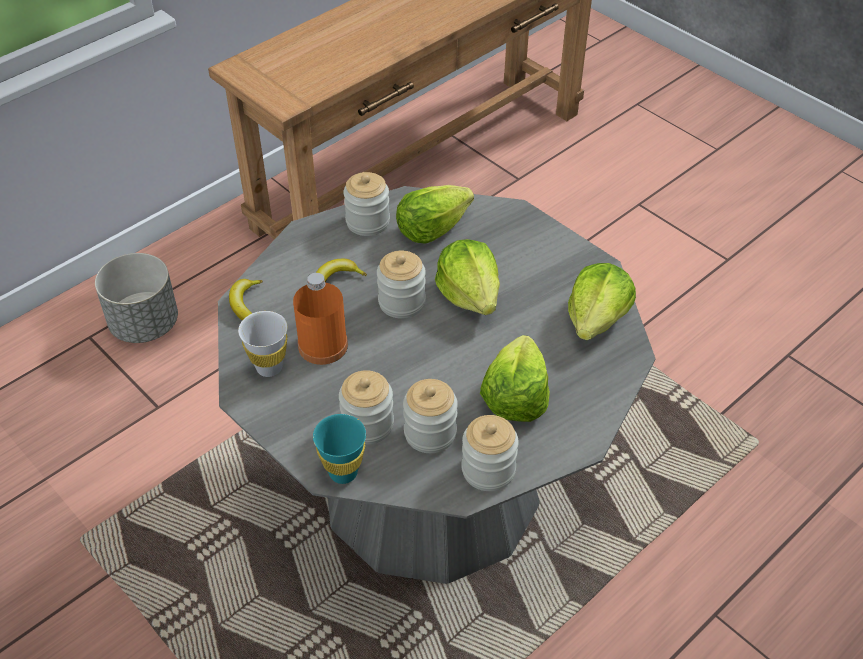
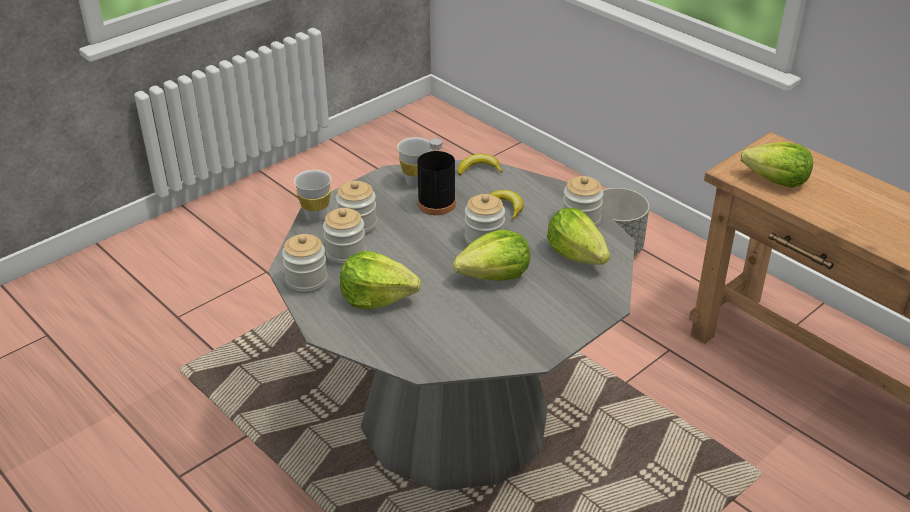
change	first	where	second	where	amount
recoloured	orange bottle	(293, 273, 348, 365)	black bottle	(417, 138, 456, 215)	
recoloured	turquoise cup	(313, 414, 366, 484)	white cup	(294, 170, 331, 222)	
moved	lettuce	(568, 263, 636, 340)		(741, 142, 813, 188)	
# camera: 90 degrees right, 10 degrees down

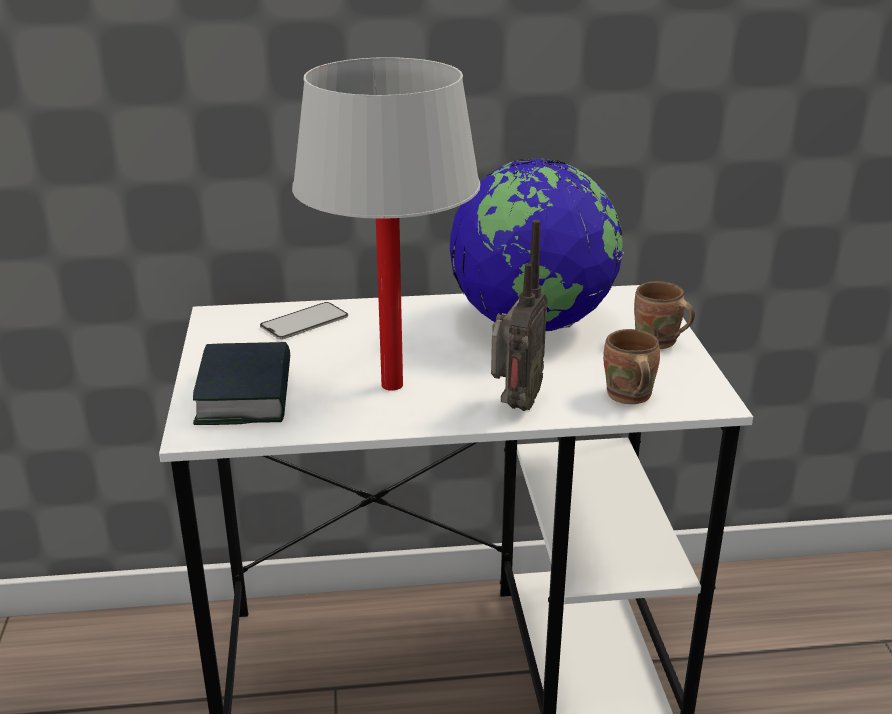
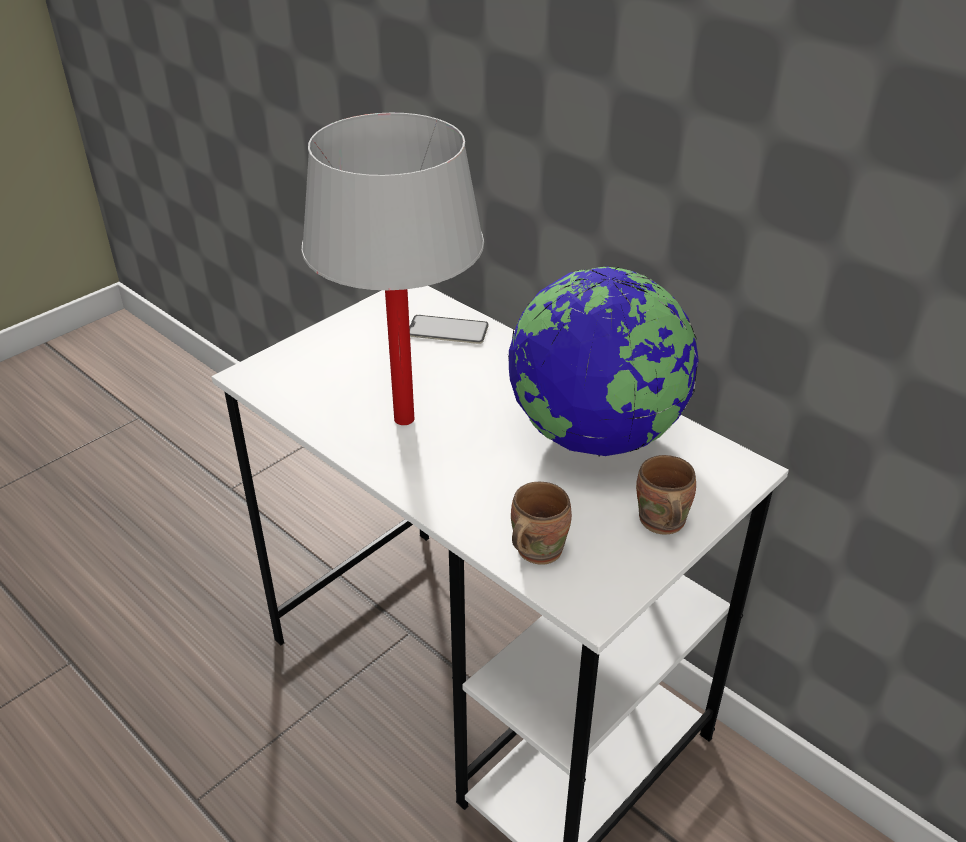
change	first	where	second	where	amount
removed	book	(193, 342, 290, 425)			
removed	radio	(491, 220, 548, 411)			
# camera: 50 degrees right, 10 degrees up

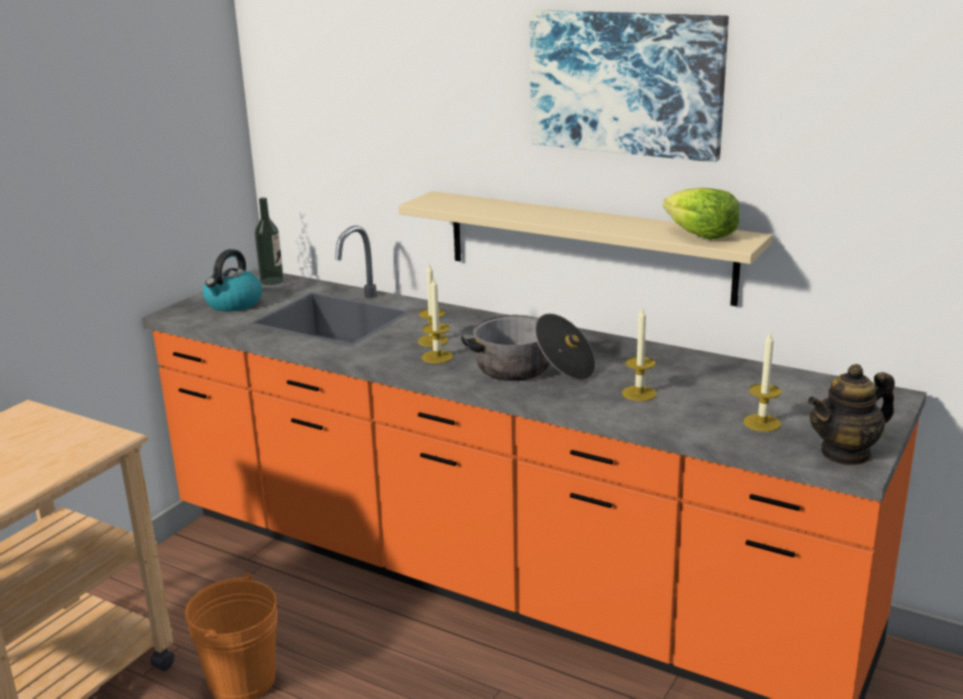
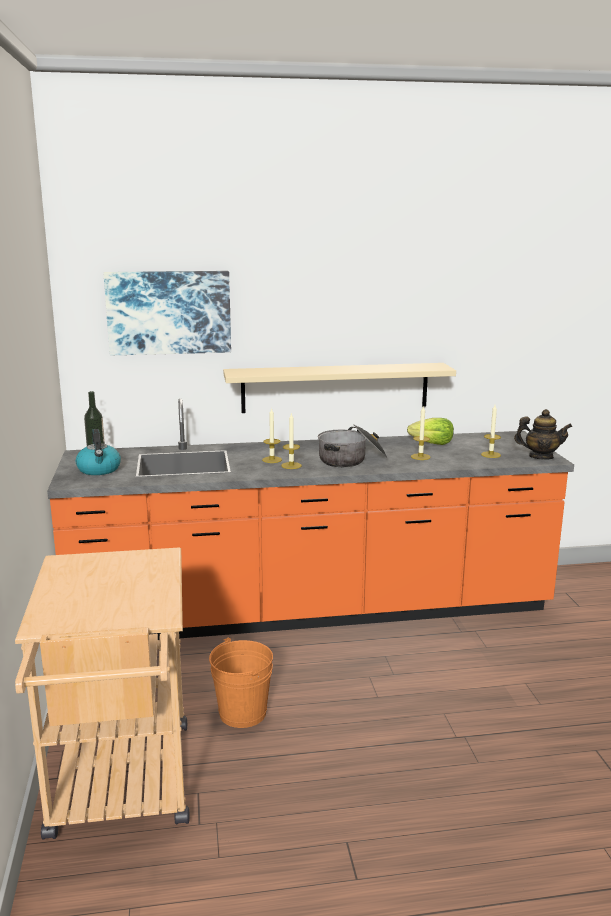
change	first	where	second	where	amount
moved	picture	(530, 10, 729, 162)		(104, 271, 231, 355)	
moved	lettuce	(663, 188, 739, 240)		(407, 418, 454, 445)	
turned	teapot	(808, 364, 895, 465)		(514, 409, 572, 460)	105 degrees counterclockwise
# camera: 40 degrees left, 5 degrees down

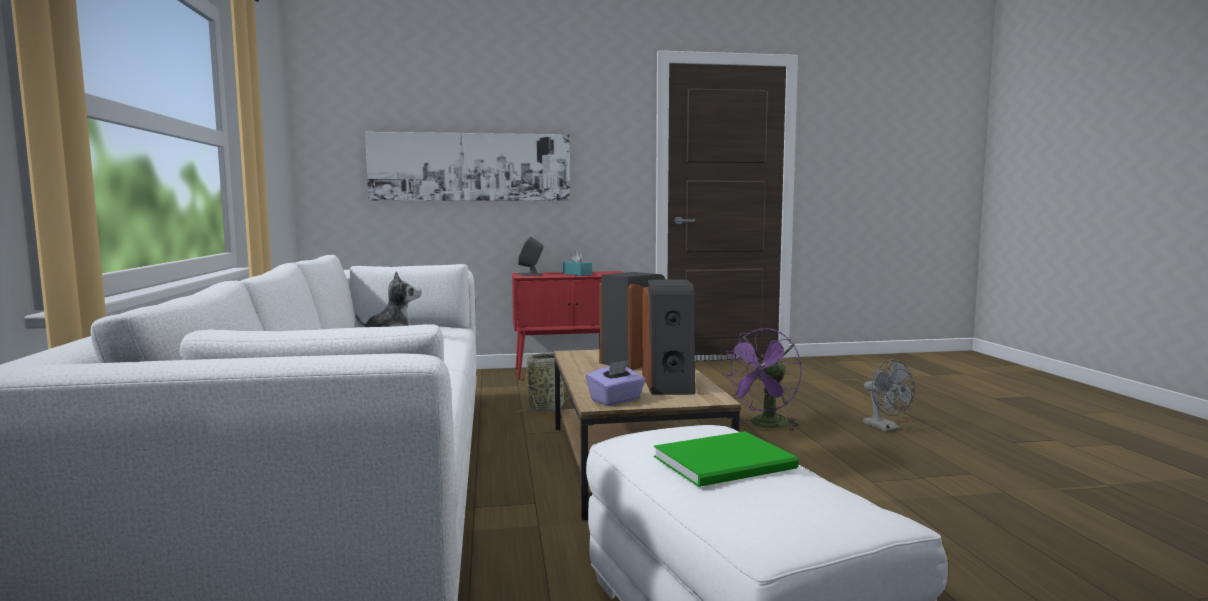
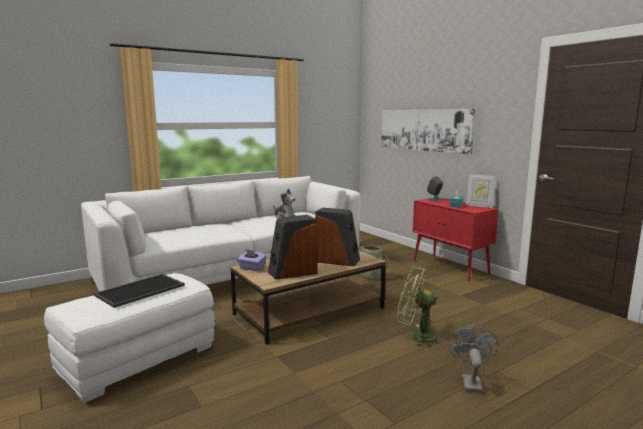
change	first	where	second	where	amount
replaced	green book	(654, 431, 799, 487)	tray	(94, 274, 185, 308)	
recoloured	purple fan	(723, 328, 802, 431)	green fan	(397, 267, 445, 347)	
turned	grey fan	(863, 360, 915, 432)		(449, 325, 498, 393)	150 degrees clockwise
added			picture frame	(466, 174, 496, 208)	
# camera: 65 degrees right, 5 degrees up

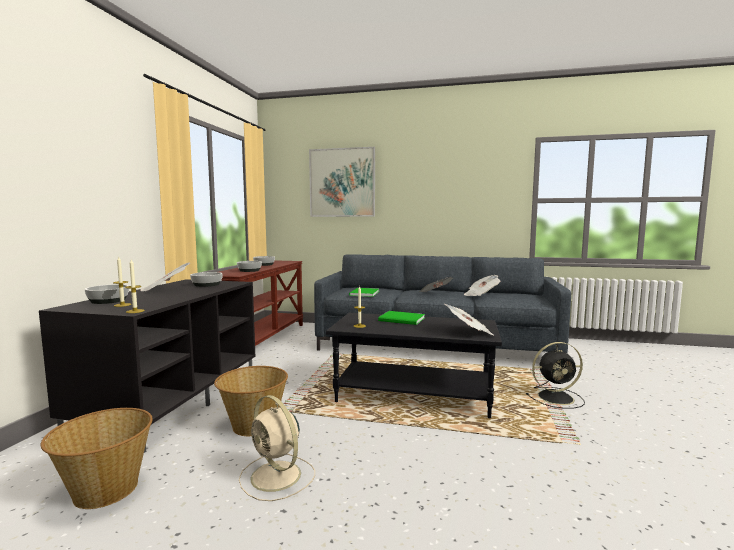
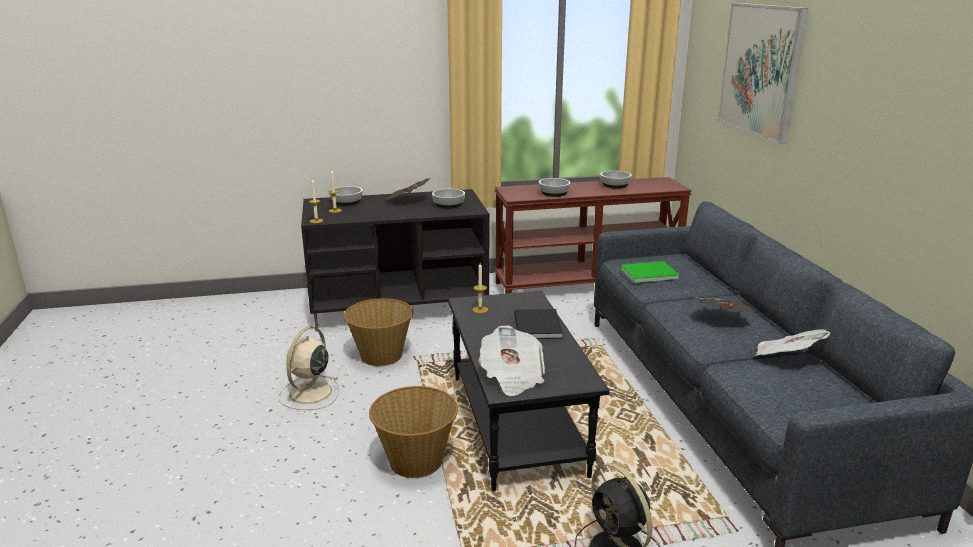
change	first	where	second	where	amount
moved	basket	(41, 408, 153, 509)		(369, 386, 458, 478)	
recoloured	green book	(378, 311, 425, 325)	black book	(514, 309, 563, 339)	
# camera: 65 degrees right, 15 degrees up

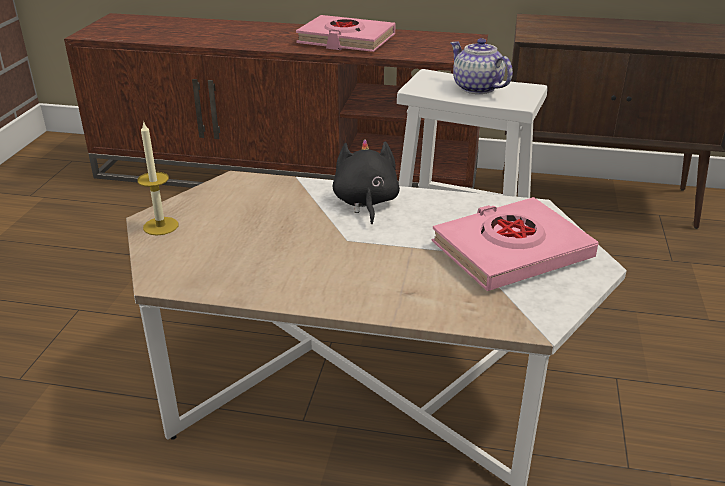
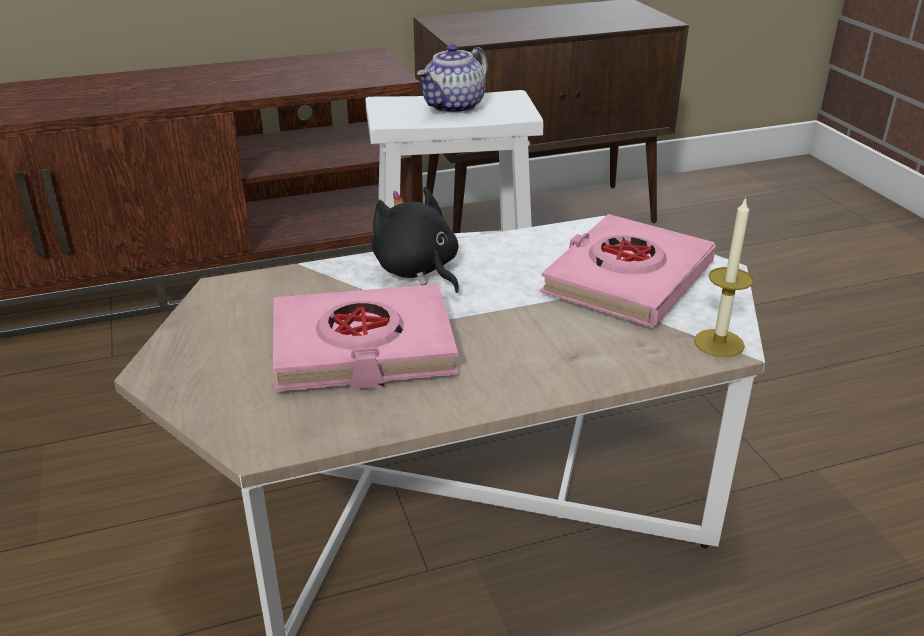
change	first	where	second	where	amount
moved	candle	(137, 121, 178, 235)		(694, 197, 754, 357)	
moved	pink book	(296, 15, 396, 52)		(273, 284, 458, 392)	
turned	teapot	(450, 38, 513, 94)		(417, 44, 488, 114)	75 degrees counterclockwise
# camera: 30 degrees left, 0 degrees up

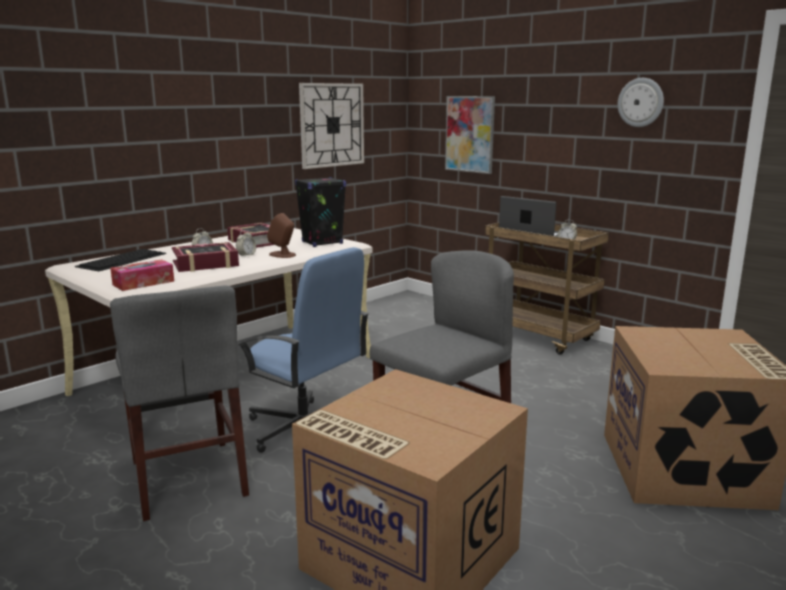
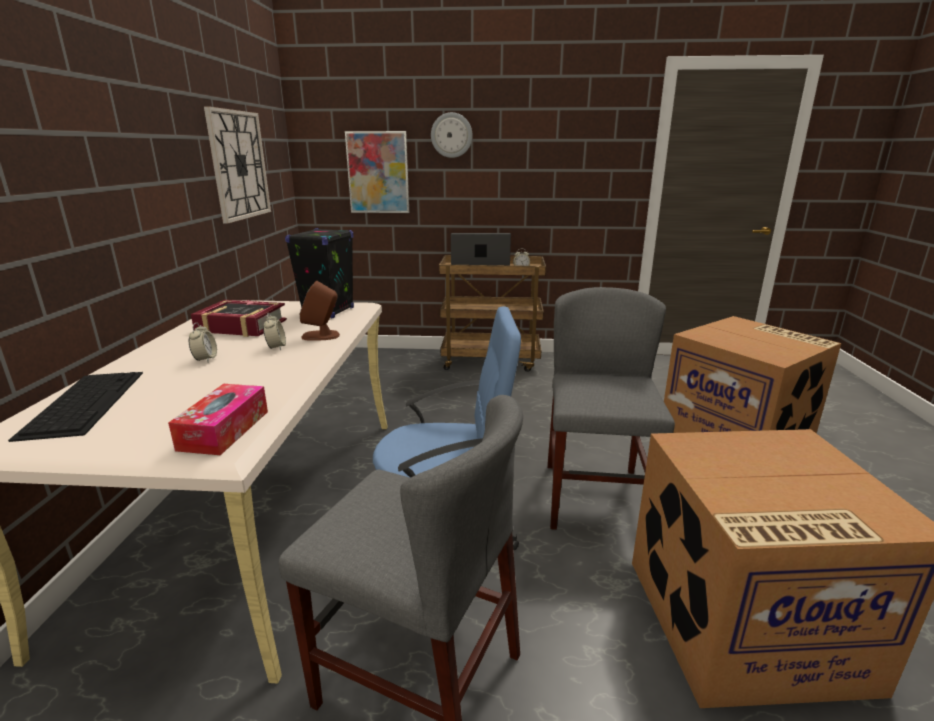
change	first	where	second	where	amount
removed	book	(172, 242, 239, 272)			
moved	wall clock	(618, 78, 664, 127)		(431, 112, 473, 158)	
# camera: 40 degrees left, 5 degrees up

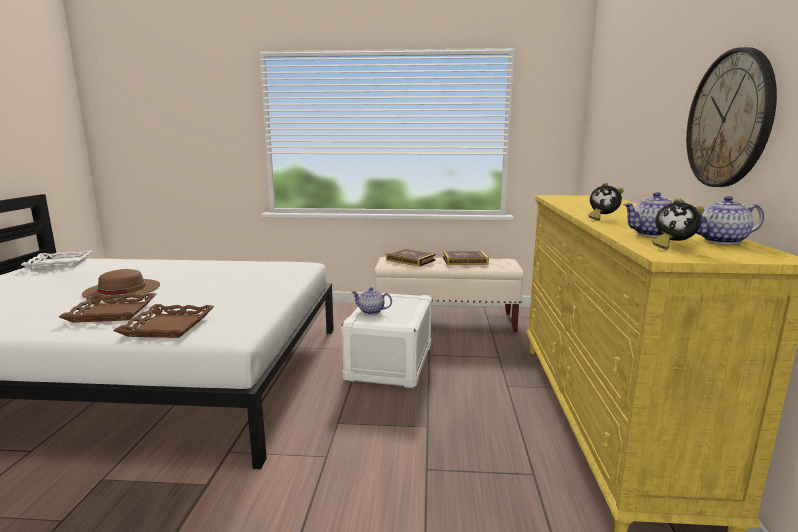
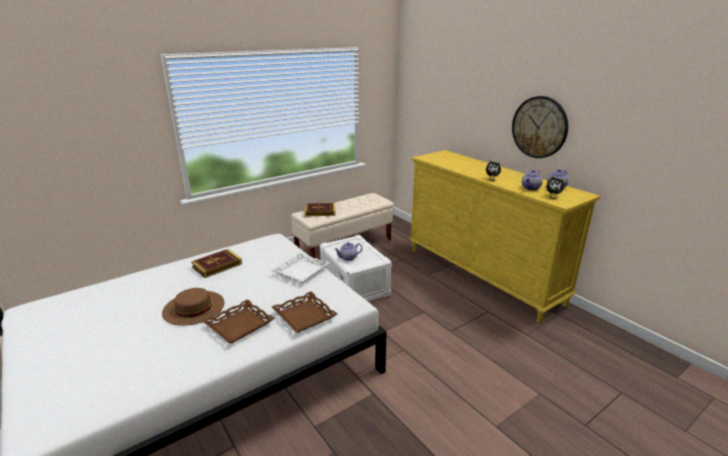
change	first	where	second	where	amount
moved	white tray	(21, 250, 92, 269)		(272, 253, 329, 283)	
moved	book	(443, 251, 489, 265)		(191, 249, 242, 278)	
# camera: 40 degrees left, 10 degrees up

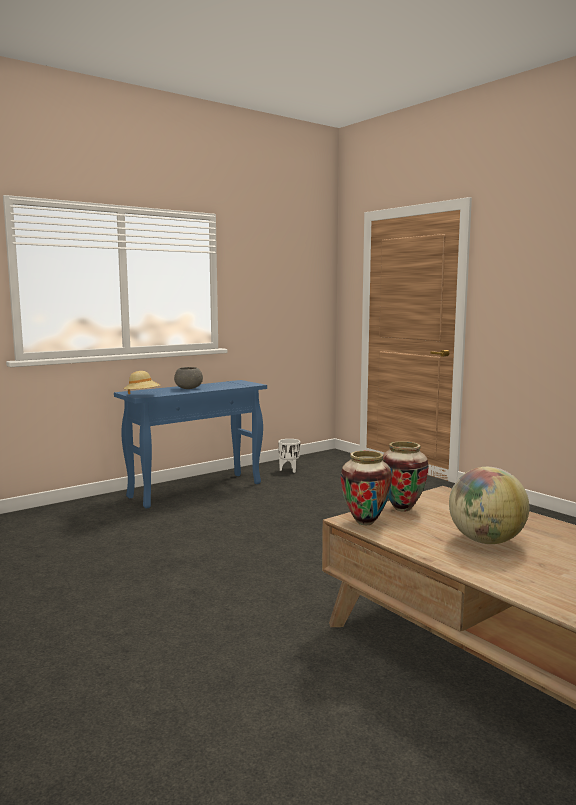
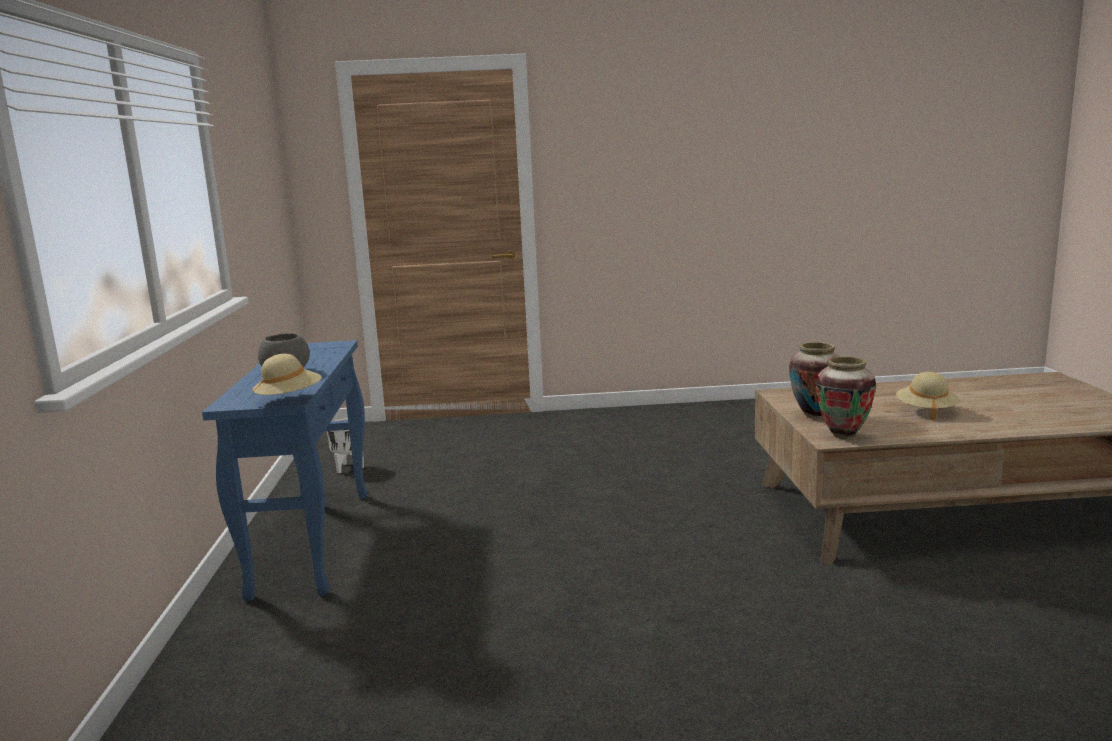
change	first	where	second	where	amount
replaced	globe	(449, 467, 529, 544)	beige hat	(896, 372, 960, 421)	
# camera: 55 degrees left, 5 degrees up

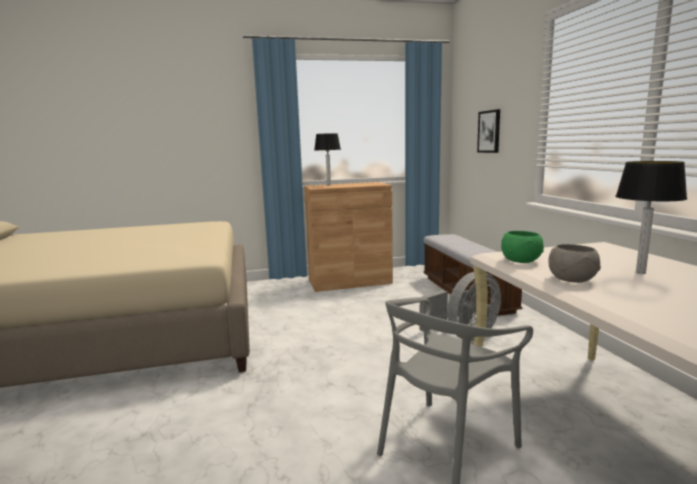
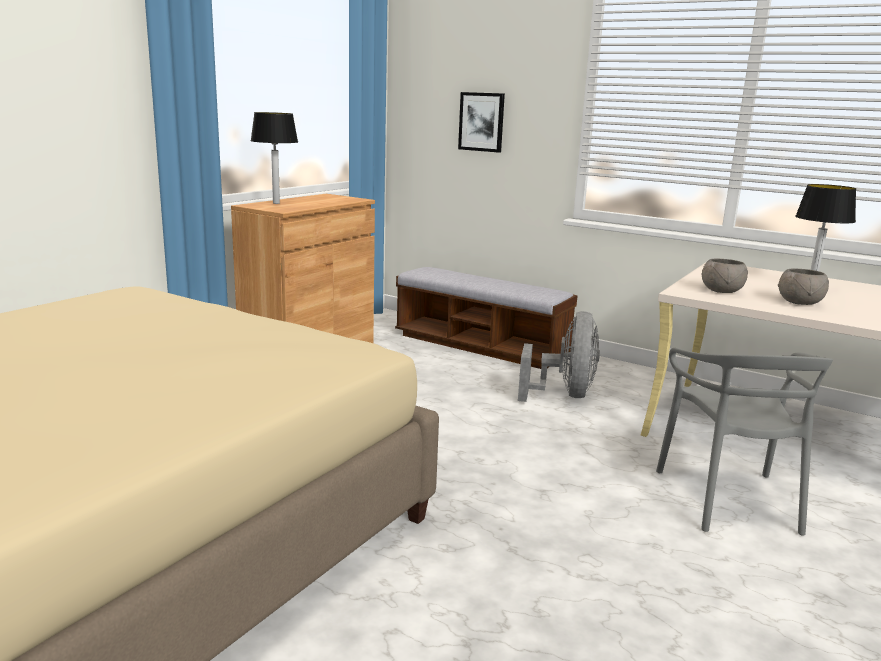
change	first	where	second	where	amount
recoloured	green bowl	(501, 231, 544, 263)	grey bowl	(701, 259, 748, 293)	
# camera: 45 degrees left, 5 degrees up

